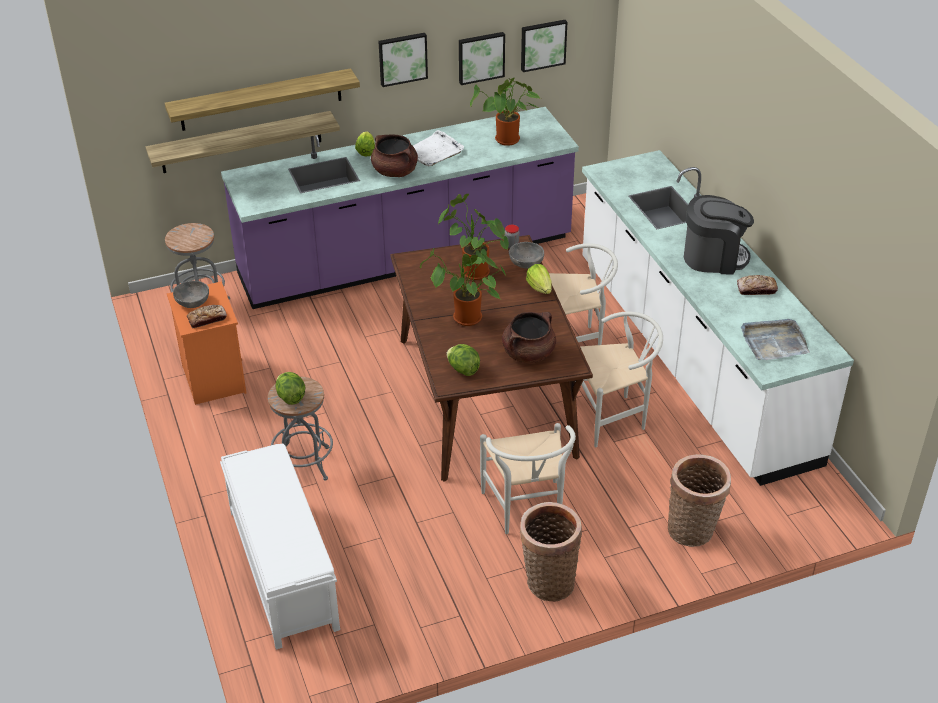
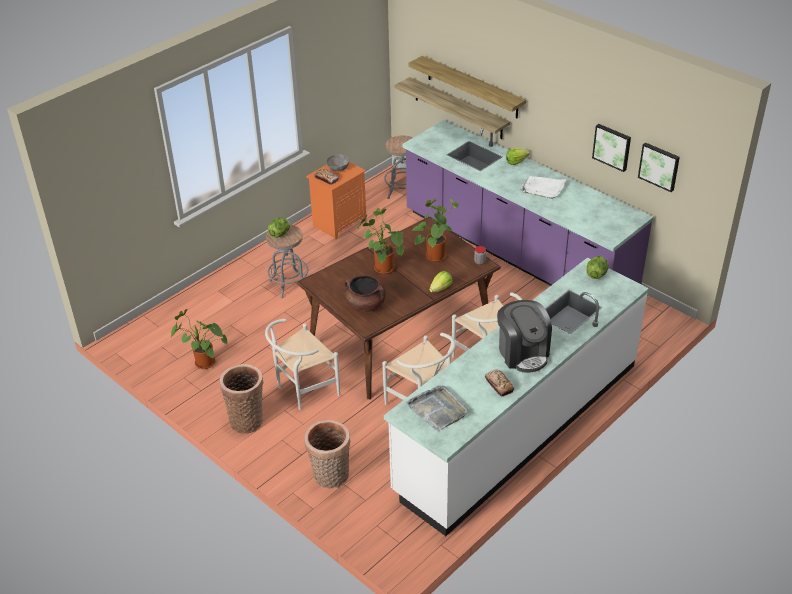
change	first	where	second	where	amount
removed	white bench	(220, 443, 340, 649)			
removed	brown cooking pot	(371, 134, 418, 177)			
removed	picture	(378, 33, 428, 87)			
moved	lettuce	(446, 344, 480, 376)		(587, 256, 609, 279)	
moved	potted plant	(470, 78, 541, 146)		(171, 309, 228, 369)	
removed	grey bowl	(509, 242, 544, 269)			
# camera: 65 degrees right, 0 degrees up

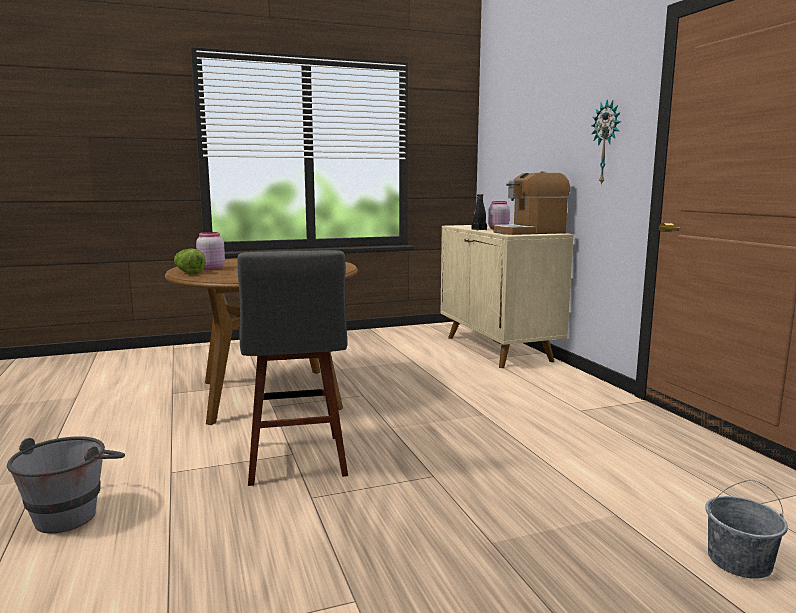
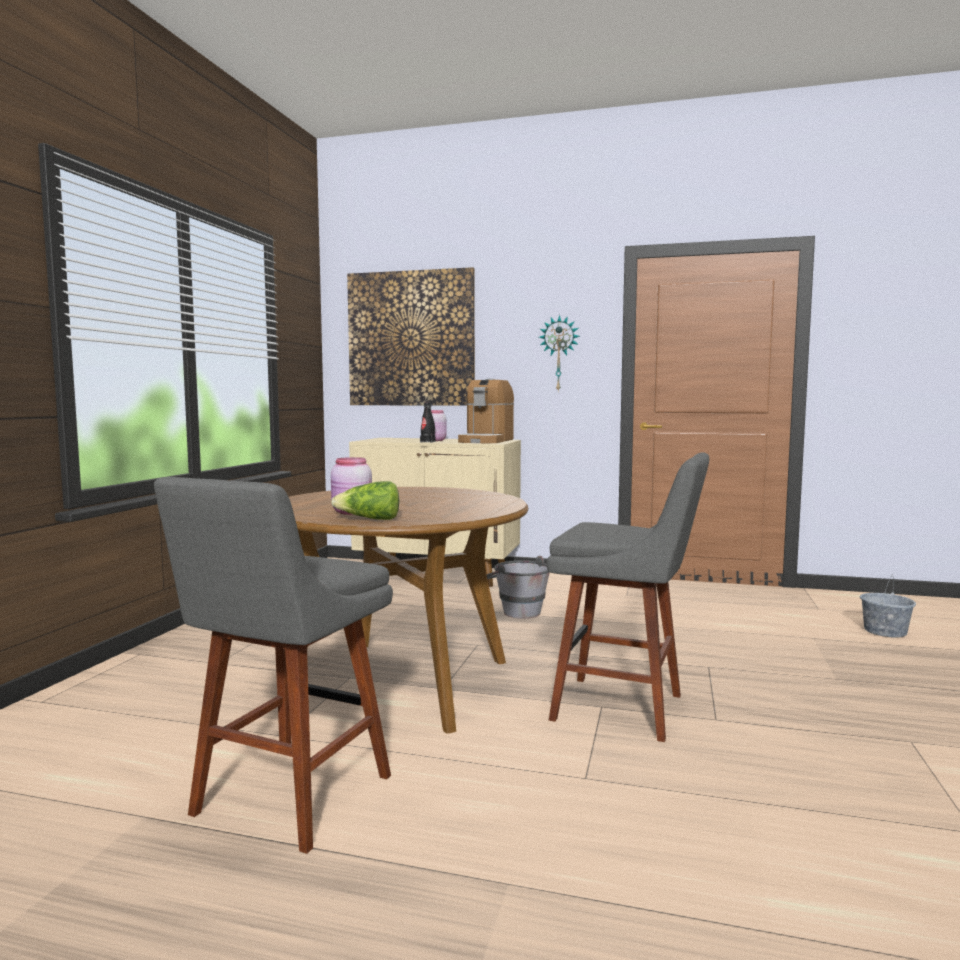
change	first	where	second	where	amount
moved	grey bucket	(7, 436, 125, 534)		(487, 556, 550, 619)	
added			grey stool	(154, 477, 393, 854)	
added			picture	(347, 267, 475, 406)	
# camera: 55 degrees left, 5 degrees down

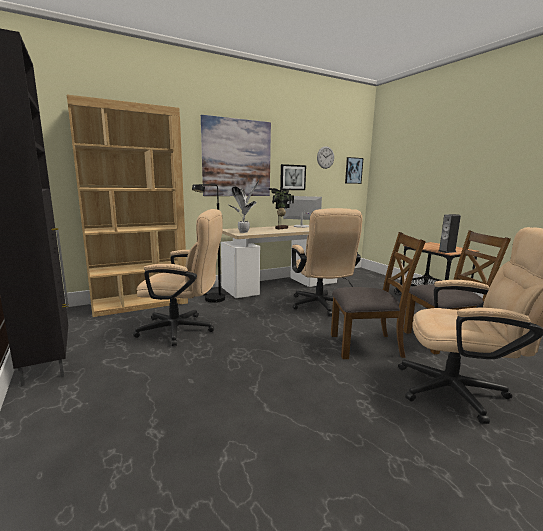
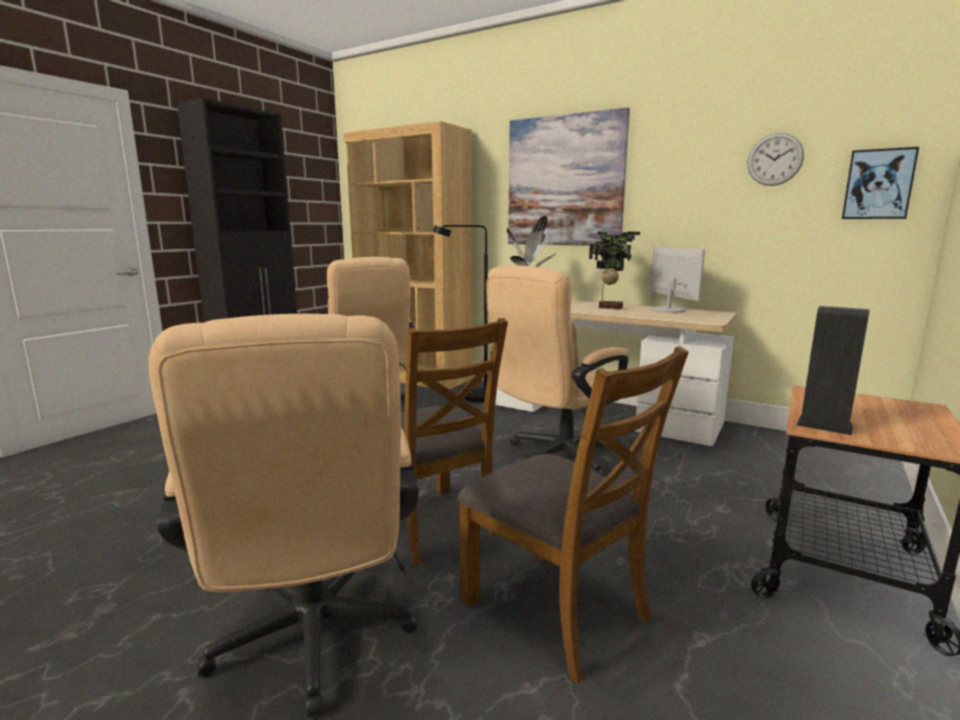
change	first	where	second	where	amount
removed	picture	(280, 164, 306, 190)			
# camera: 60 degrees right, 0 degrees up

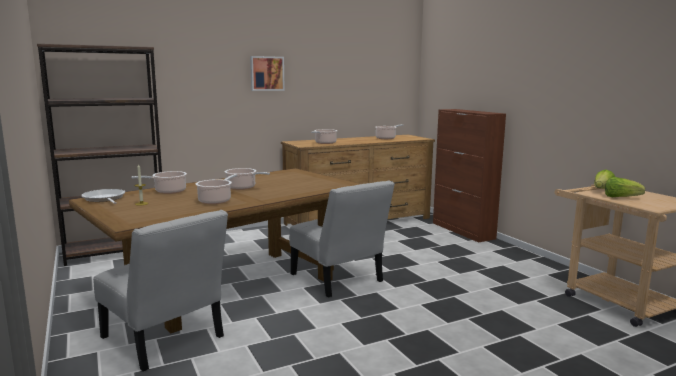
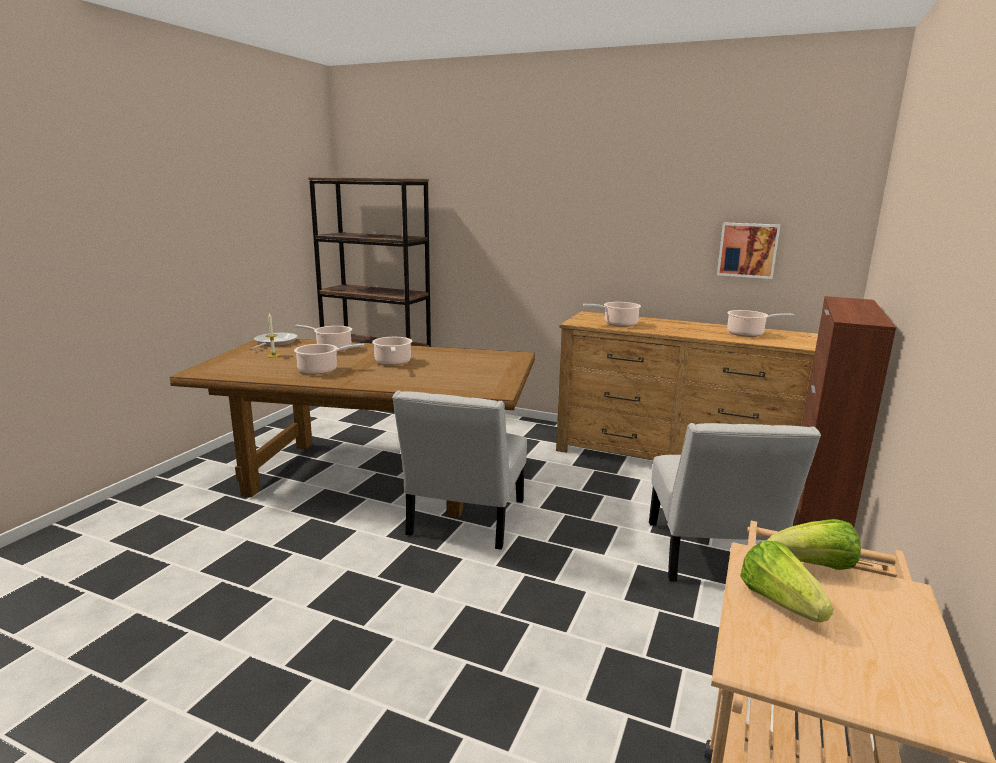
change	first	where	second	where	amount
moved	white chair	(93, 210, 228, 372)		(649, 423, 821, 582)	
moved	picture	(250, 56, 285, 91)		(717, 223, 780, 279)	
# camera: 50 degrees right, 5 degrees up

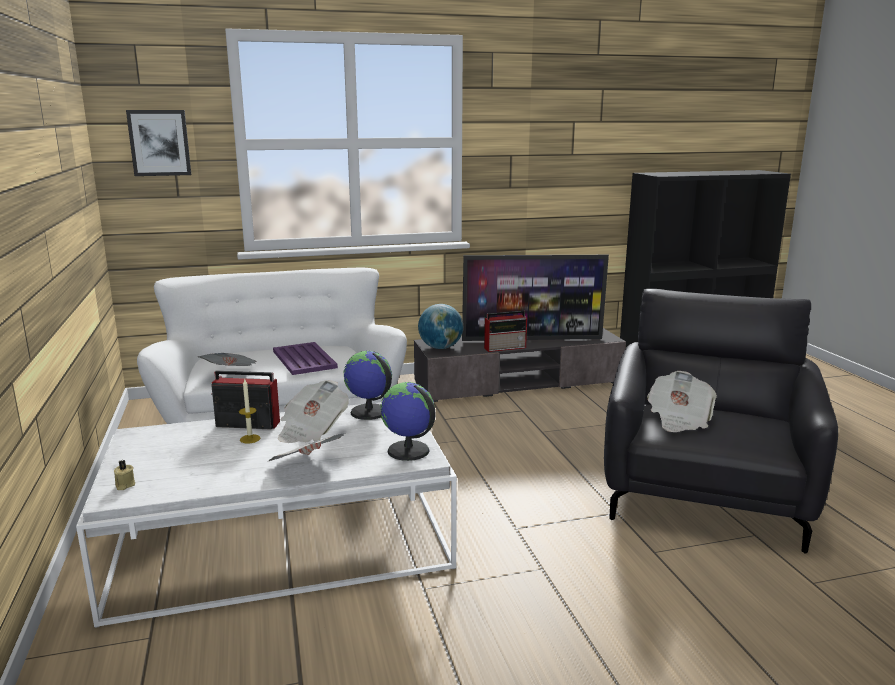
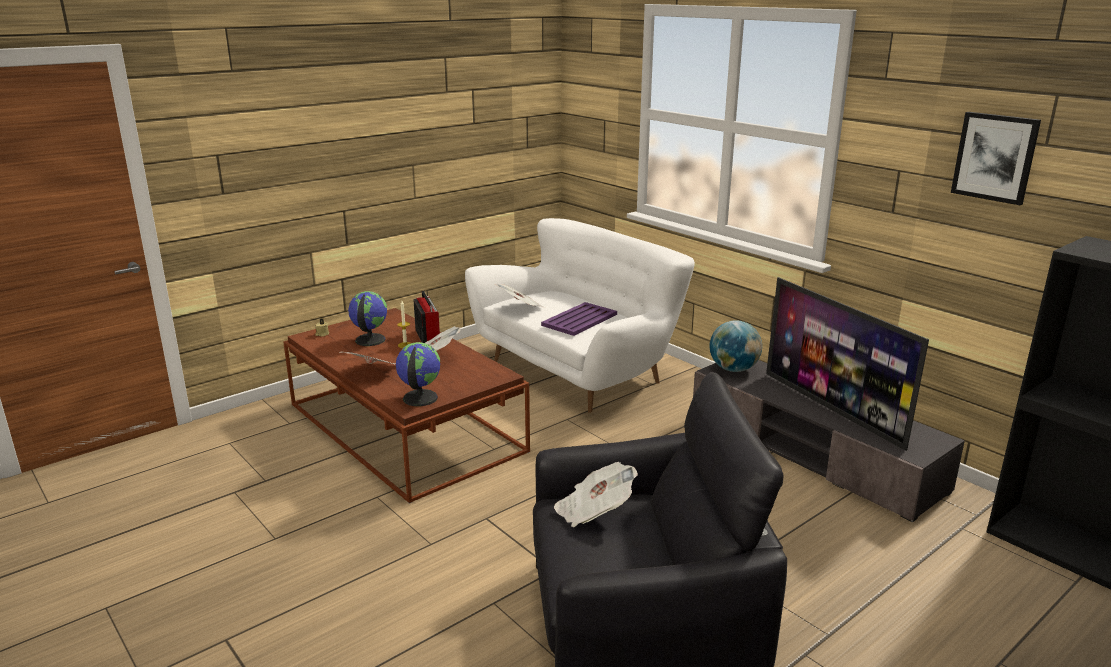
change	first	where	second	where	amount
recoloured	white coffee table	(76, 402, 457, 628)	brown coffee table	(283, 308, 530, 504)	
moved	picture	(126, 110, 191, 176)		(951, 112, 1041, 205)	
moved	globe	(343, 351, 392, 420)		(348, 291, 387, 346)	
removed	radio	(484, 310, 527, 352)			
# camera: 65 degrees right, 5 degrees up

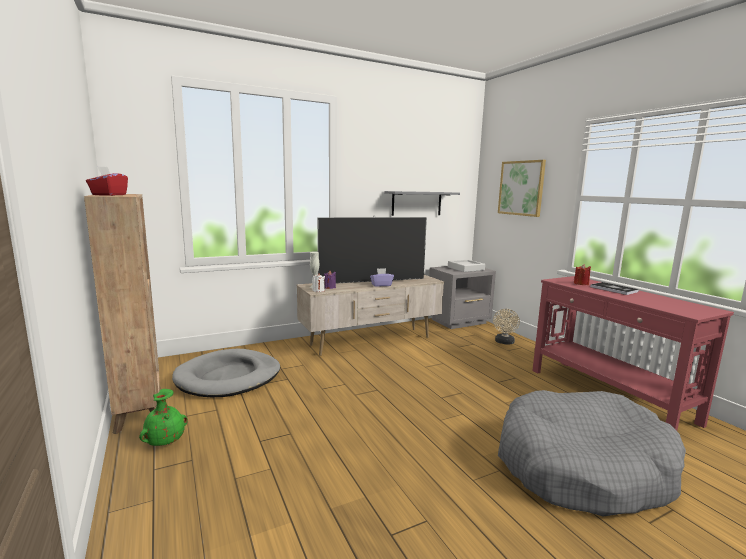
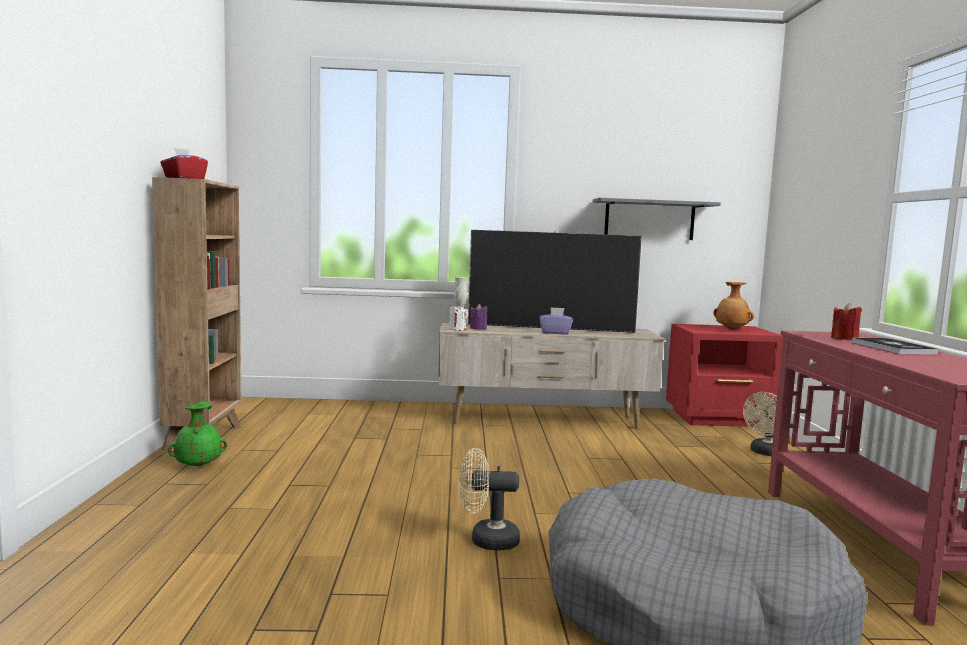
change	first	where	second	where	amount
removed	grey dog bed	(172, 349, 280, 397)			
recoloured	grey nightstand	(429, 266, 496, 329)	red nightstand	(666, 324, 783, 427)	
replaced	grey tray	(448, 260, 485, 272)	brown vase	(714, 282, 754, 329)	
removed	picture	(498, 160, 546, 217)			
added			beige fan	(459, 448, 520, 550)	
# camera: 25 degrees right, 5 degrees down

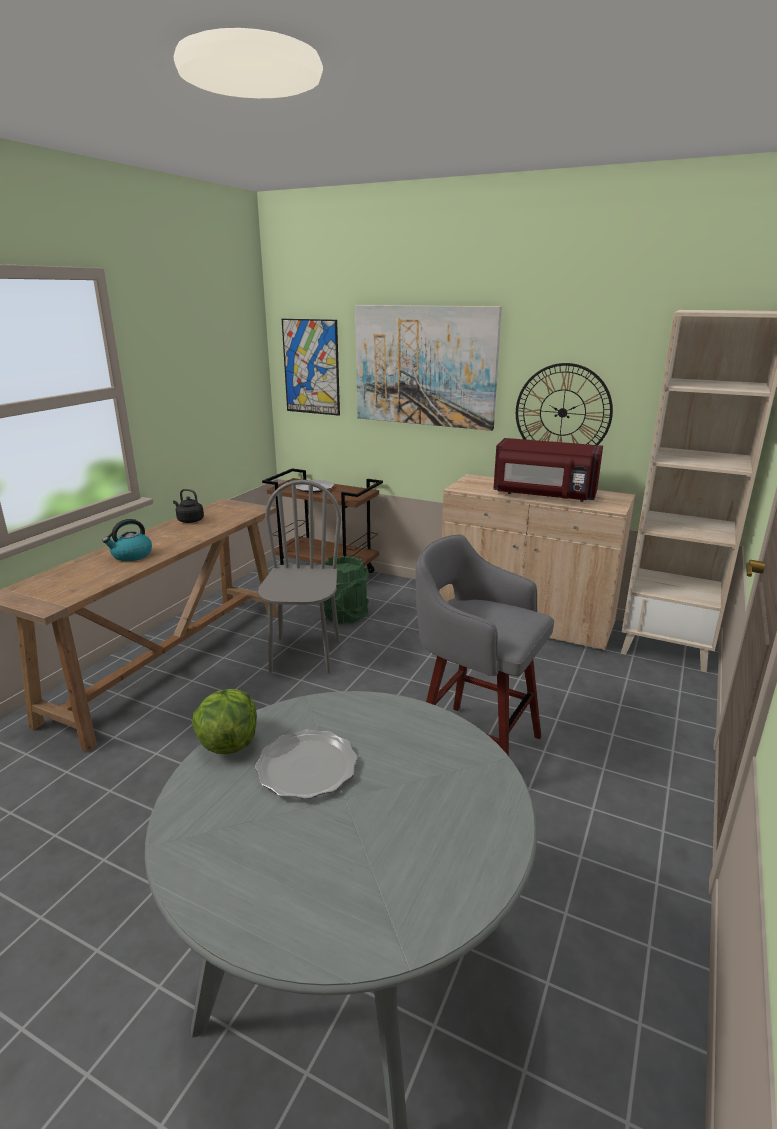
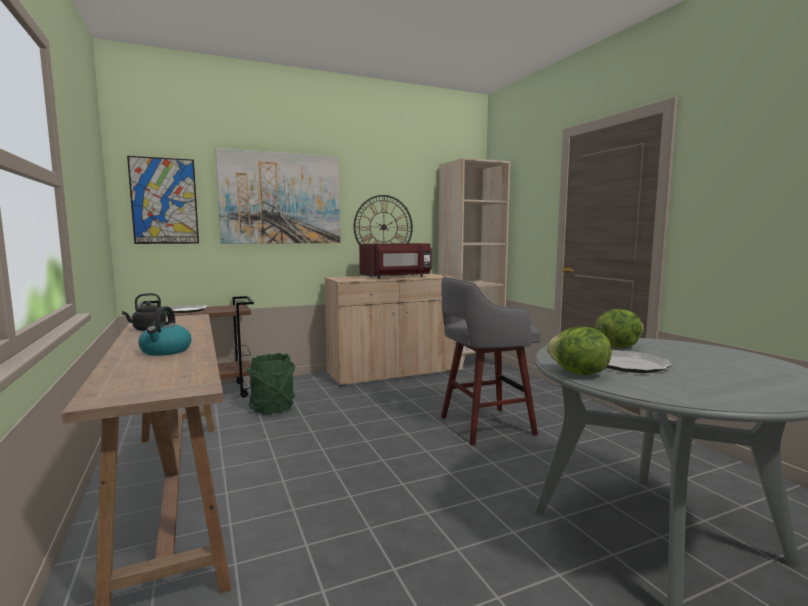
change	first	where	second	where	amount
removed	grey chair	(258, 480, 341, 673)			
added			lettuce	(594, 309, 644, 348)	
# camera: 50 degrees left, 15 degrees down

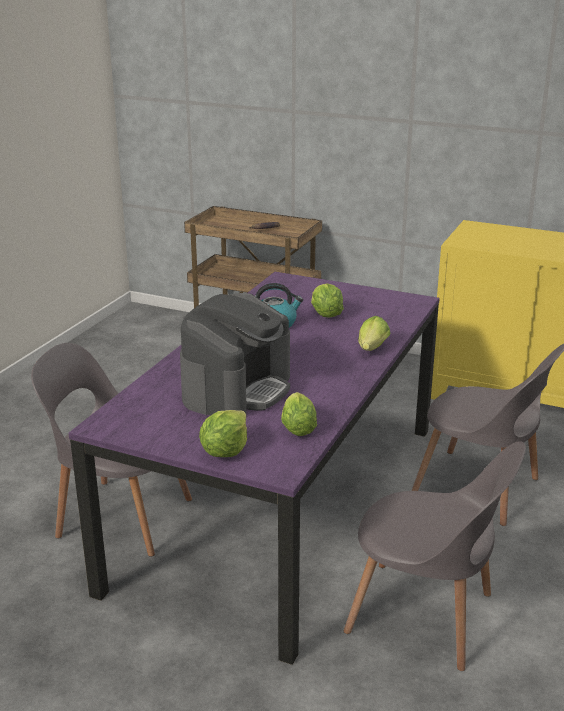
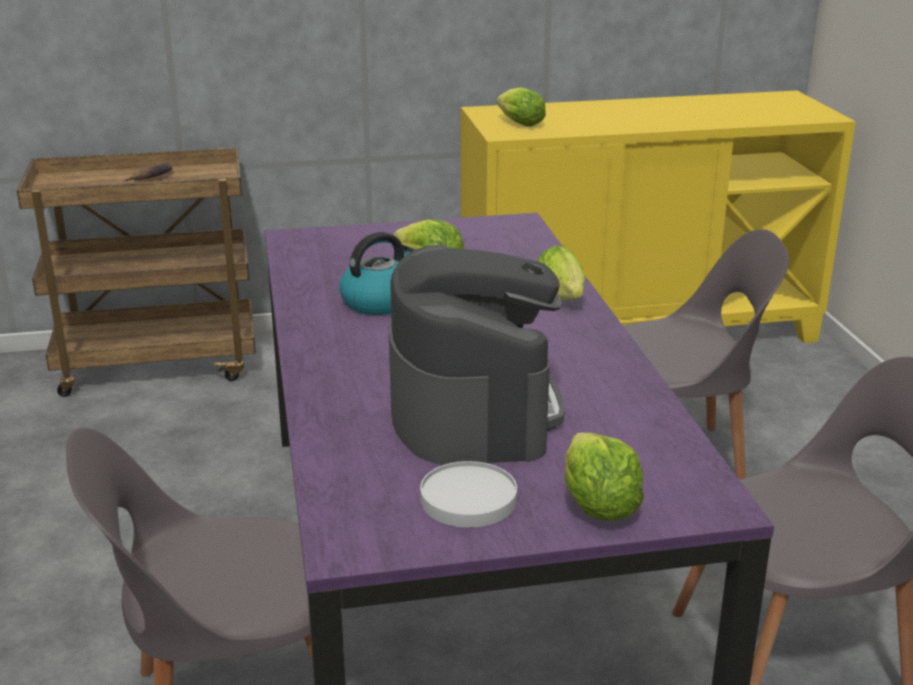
change	first	where	second	where	amount
moved	lettuce	(281, 392, 317, 436)		(496, 87, 546, 127)	
added			white plate	(420, 461, 517, 528)	
# camera: 35 degrees left, 0 degrees up

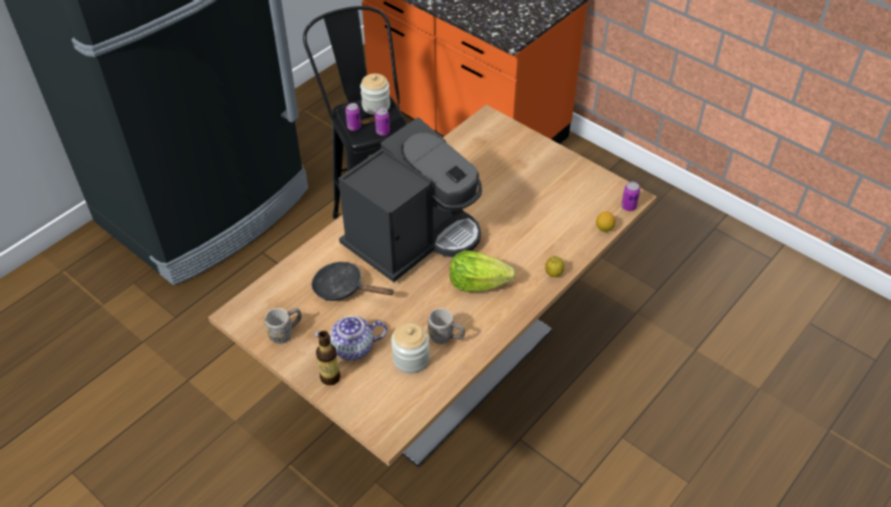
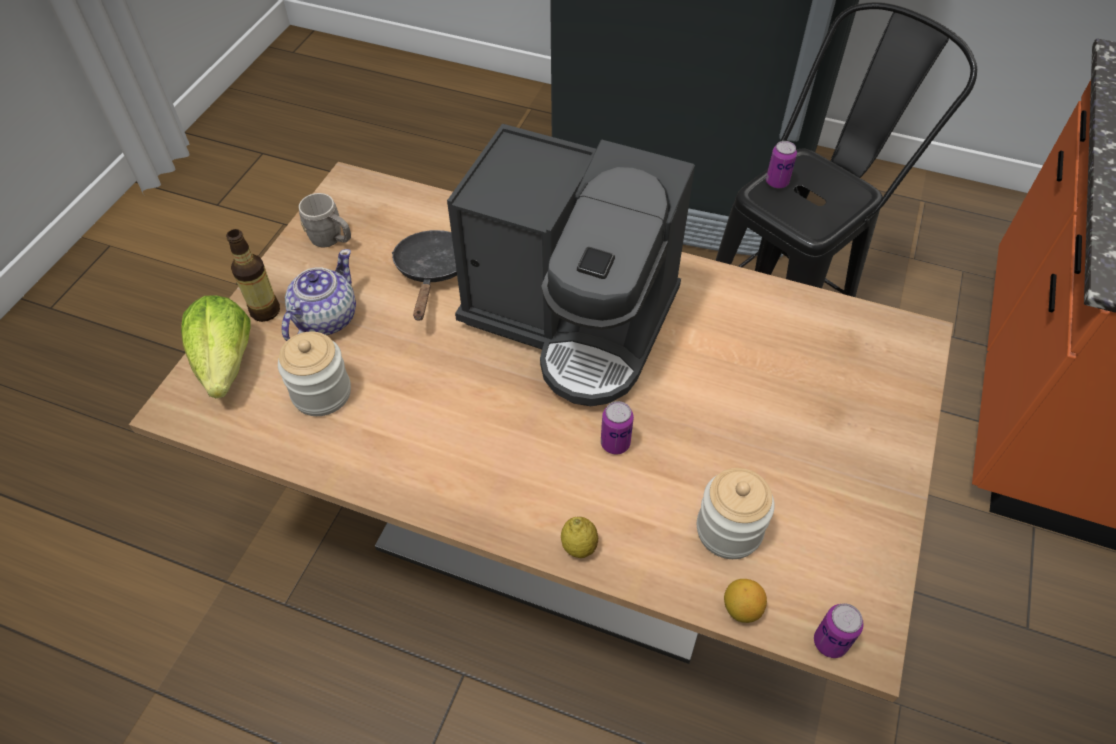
change	first	where	second	where	amount
turned	teapot	(314, 316, 387, 360)		(281, 249, 356, 341)	60 degrees clockwise
moved	jar	(360, 73, 390, 115)		(697, 468, 775, 559)	
moved	can	(375, 108, 390, 136)		(601, 401, 634, 454)	
removed	grey mug	(428, 308, 465, 344)			
moved	lettuce	(450, 250, 516, 292)		(181, 295, 250, 398)	
# camera: 70 degrees right, 5 degrees up

